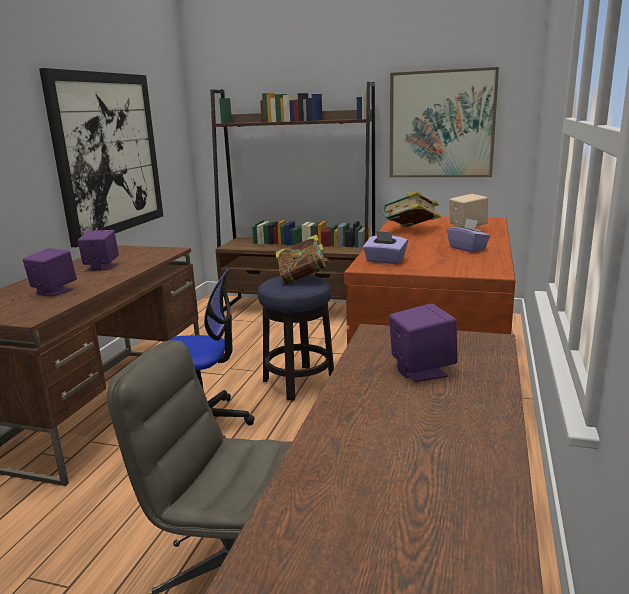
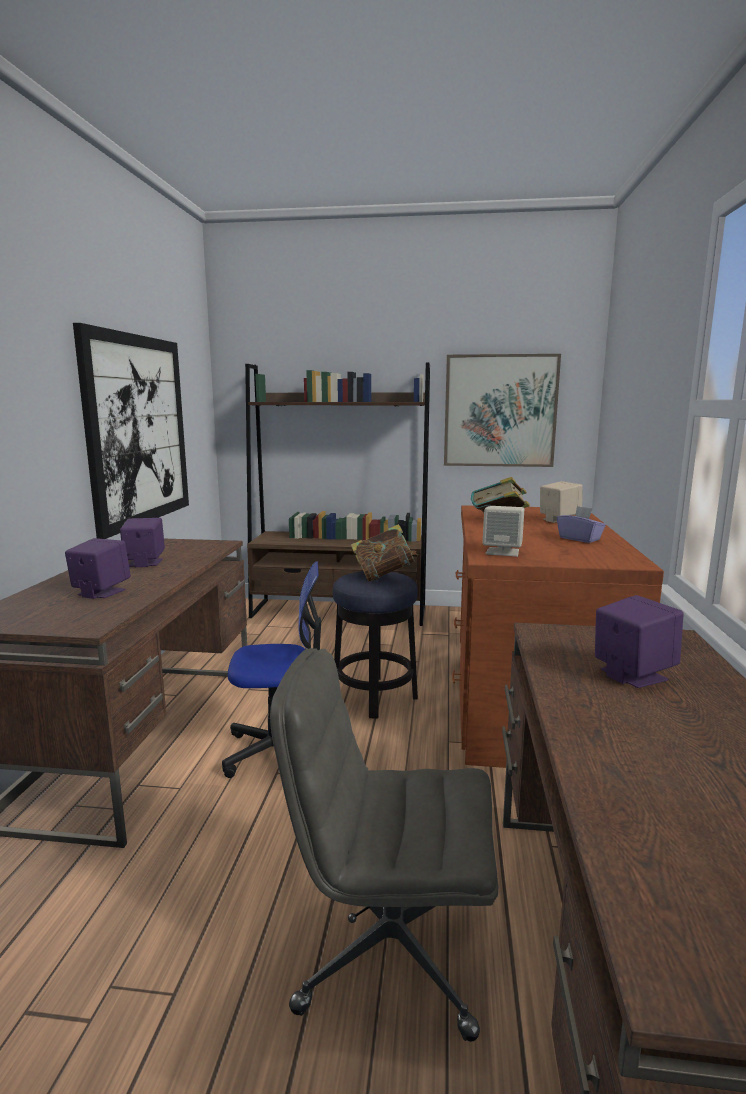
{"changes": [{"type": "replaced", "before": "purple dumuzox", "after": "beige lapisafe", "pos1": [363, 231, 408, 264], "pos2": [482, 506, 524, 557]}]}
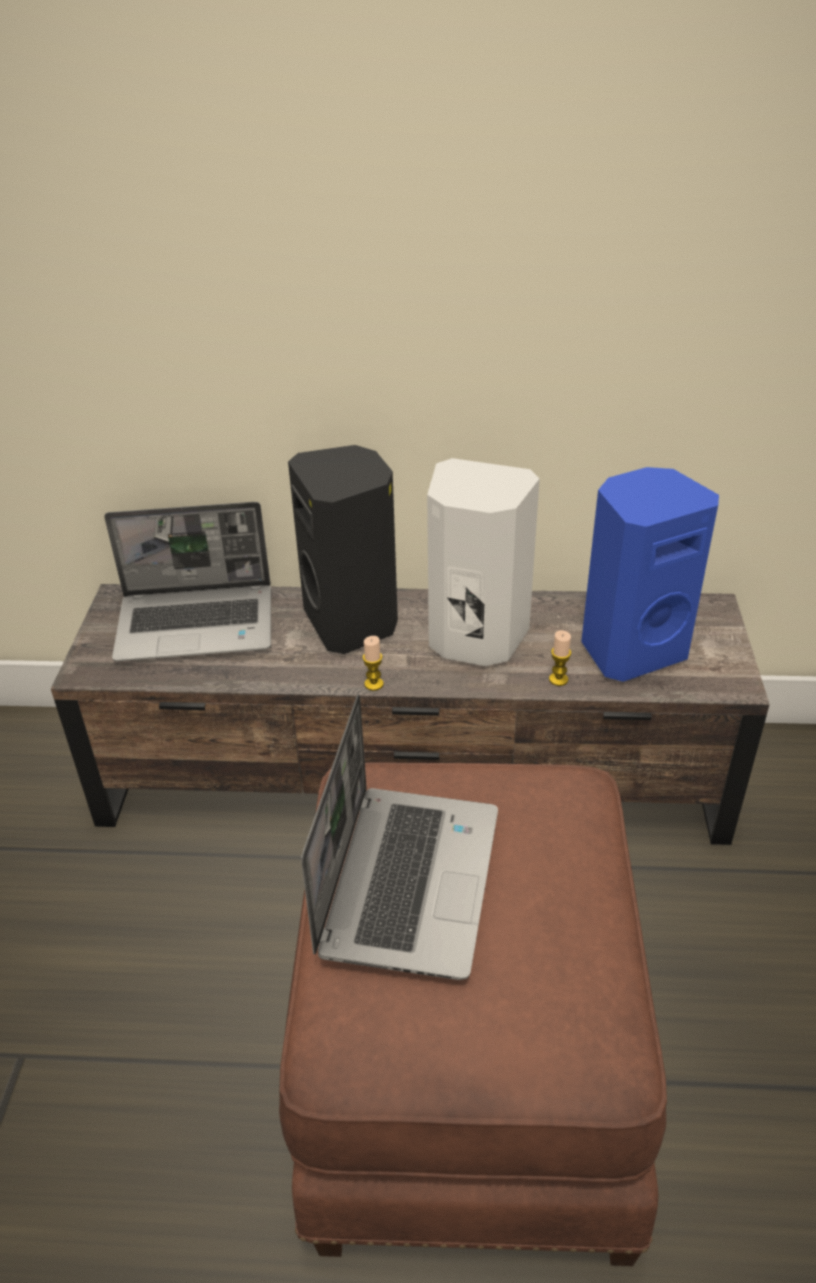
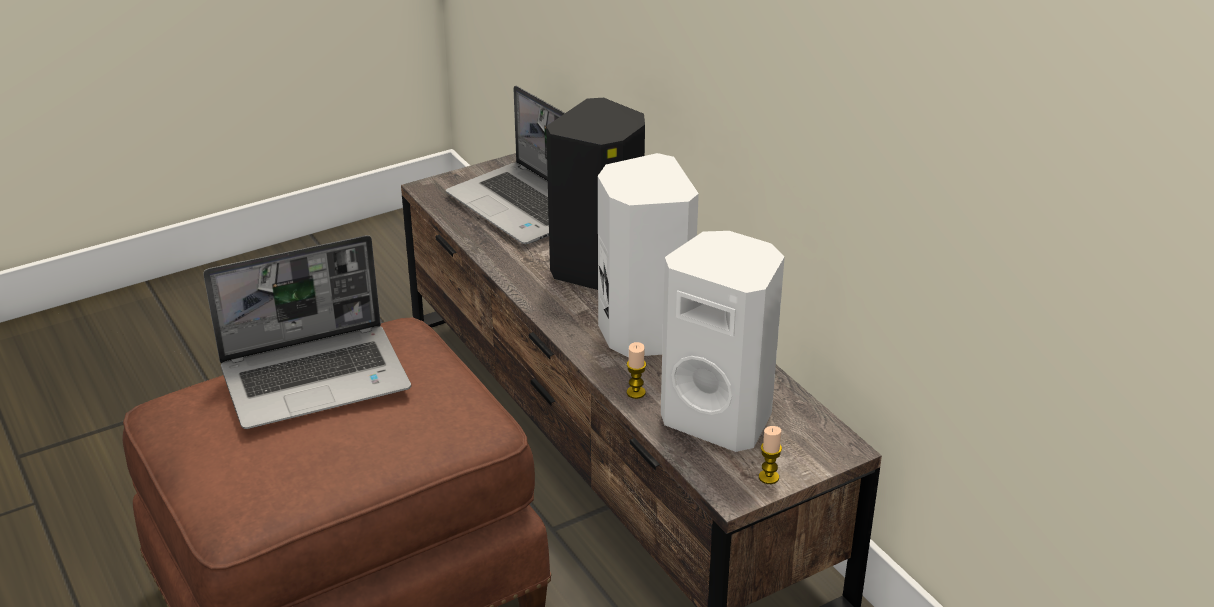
{"changes": [{"type": "recoloured", "before": "blue lapisafe", "after": "white lapisafe", "pos1": [581, 467, 719, 682], "pos2": [661, 231, 785, 452]}, {"type": "moved", "before": "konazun", "pos1": [363, 636, 384, 691], "pos2": [759, 426, 782, 484]}]}
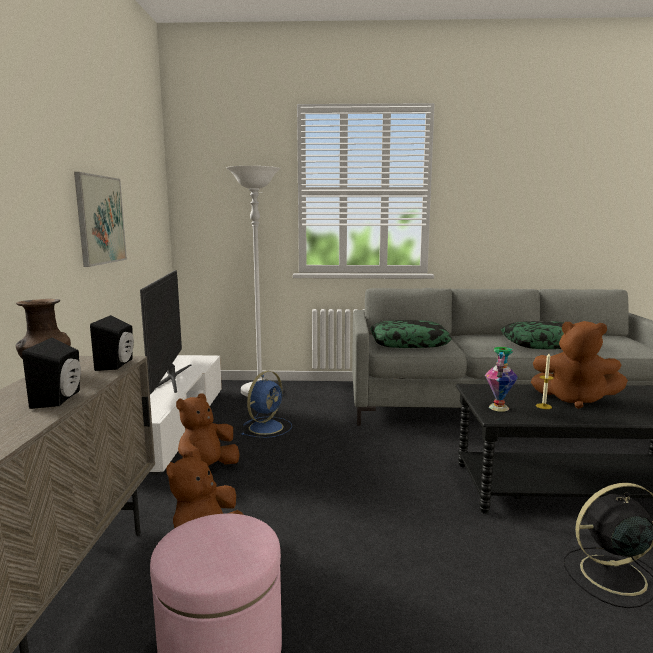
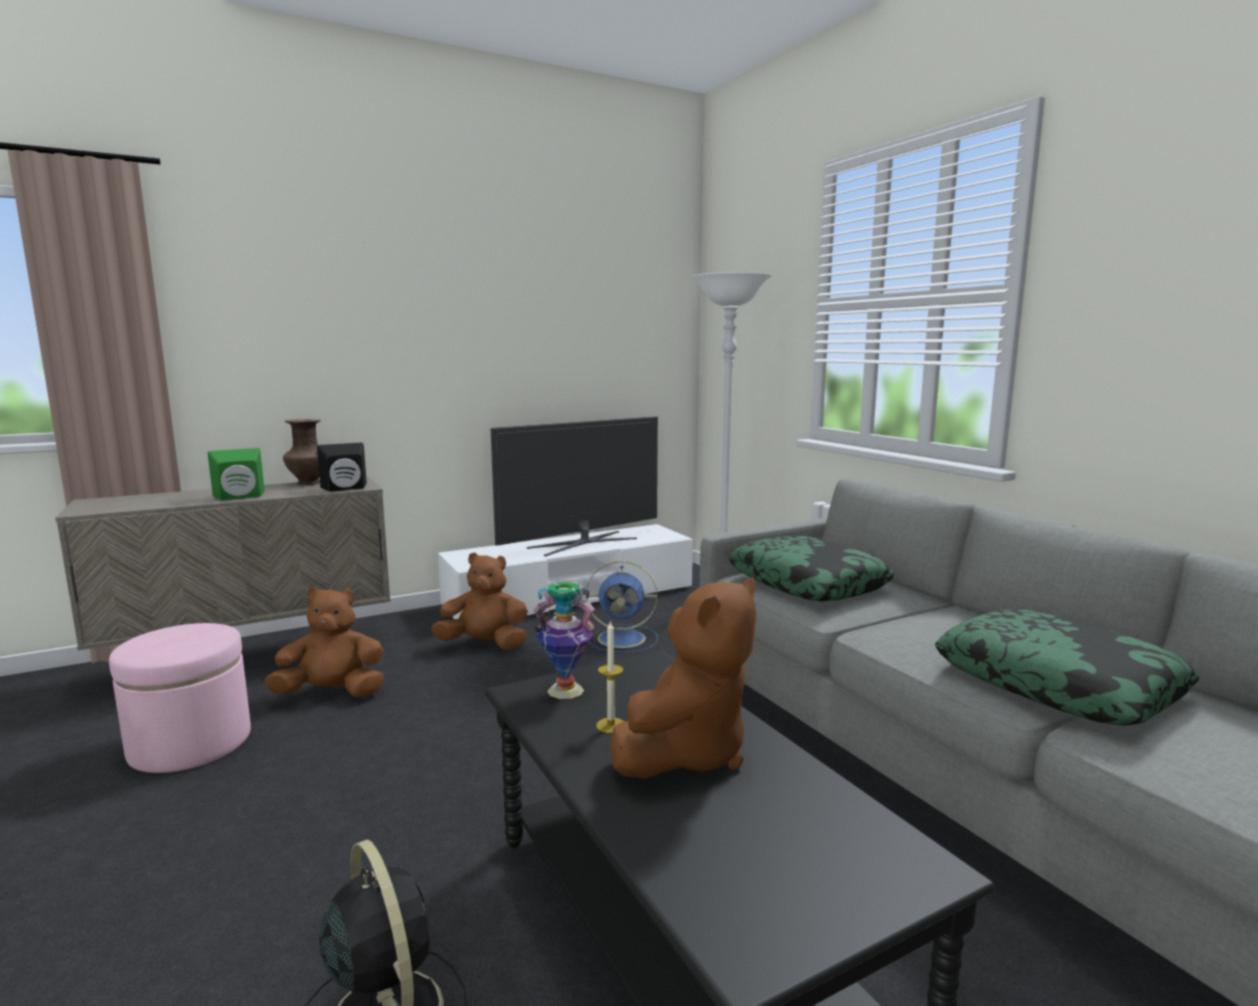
{"changes": [{"type": "recoloured", "before": "black lapisafe", "after": "green lapisafe", "pos1": [22, 338, 81, 409], "pos2": [208, 448, 265, 500]}, {"type": "turned", "before": "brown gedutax", "pos1": [531, 321, 628, 409], "pos2": [610, 578, 756, 779], "turn": -135}, {"type": "removed", "before": "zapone", "pos1": [74, 172, 127, 267]}]}
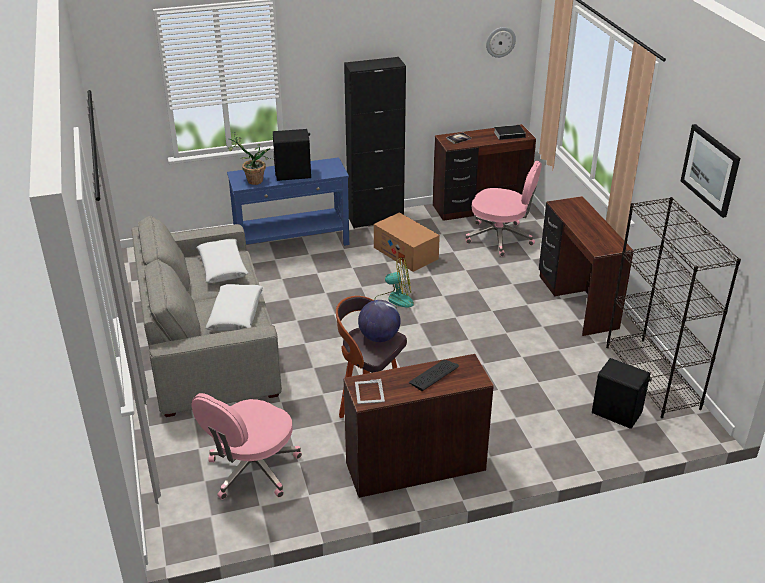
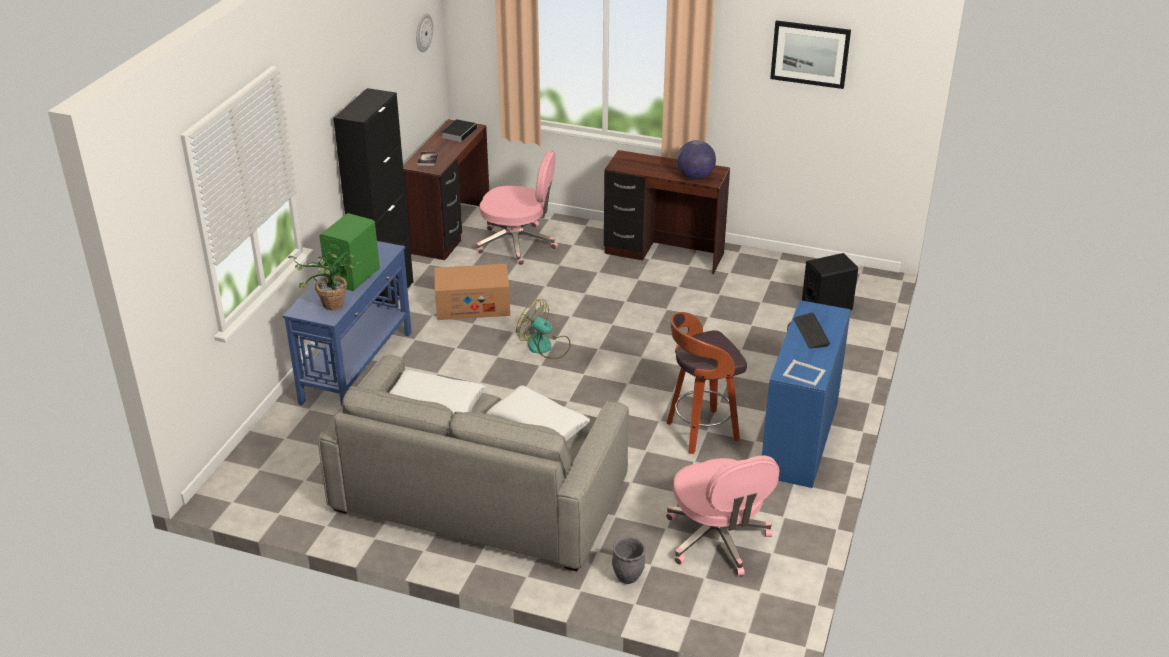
{"changes": [{"type": "recoloured", "before": "black lapisafe", "after": "green lapisafe", "pos1": [273, 129, 311, 181], "pos2": [319, 213, 380, 291]}, {"type": "turned", "before": "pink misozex", "pos1": [465, 160, 542, 256], "pos2": [477, 150, 558, 265], "turn": 45}, {"type": "turned", "before": "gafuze", "pos1": [374, 258, 414, 308], "pos2": [516, 299, 571, 359], "turn": -90}, {"type": "added", "after": "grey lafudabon", "pos2": [612, 537, 646, 584]}, {"type": "moved", "before": "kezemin", "pos1": [358, 300, 401, 342], "pos2": [677, 140, 716, 180]}, {"type": "recoloured", "before": "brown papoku", "after": "blue papoku", "pos1": [344, 354, 494, 498], "pos2": [762, 300, 851, 488]}, {"type": "removed", "before": "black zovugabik", "pos1": [606, 197, 741, 418]}]}
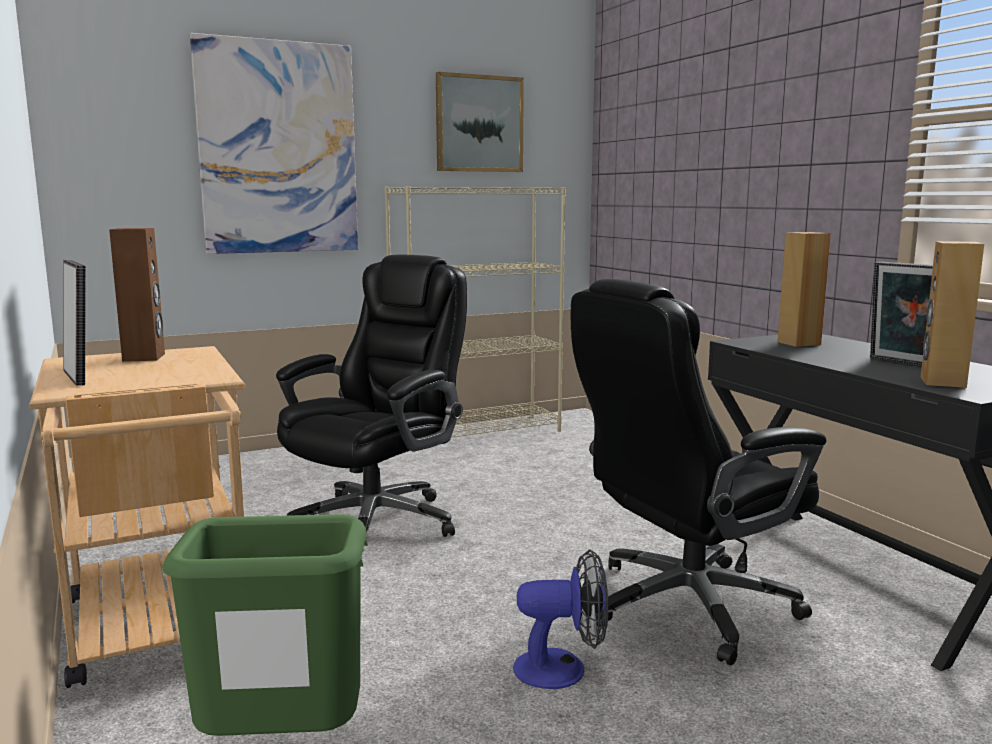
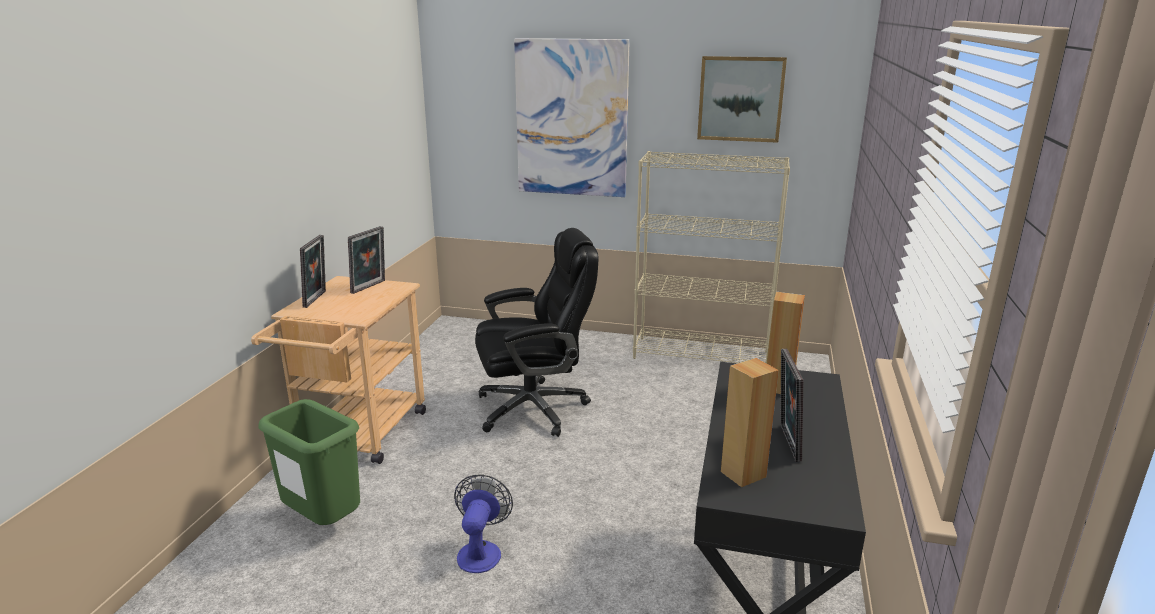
{"changes": [{"type": "replaced", "before": "brown lapisafe", "after": "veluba", "pos1": [109, 228, 165, 362], "pos2": [348, 226, 385, 294]}, {"type": "turned", "before": "gafuze", "pos1": [513, 549, 608, 689], "pos2": [454, 475, 513, 573], "turn": -120}, {"type": "removed", "before": "black misozex", "pos1": [571, 279, 827, 665]}]}
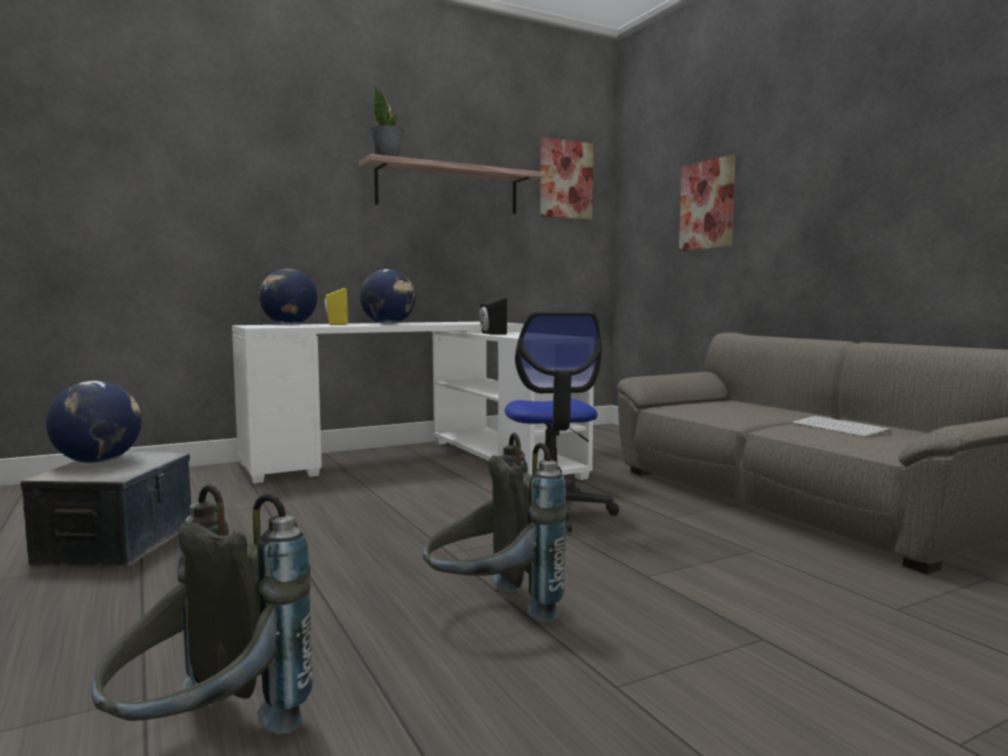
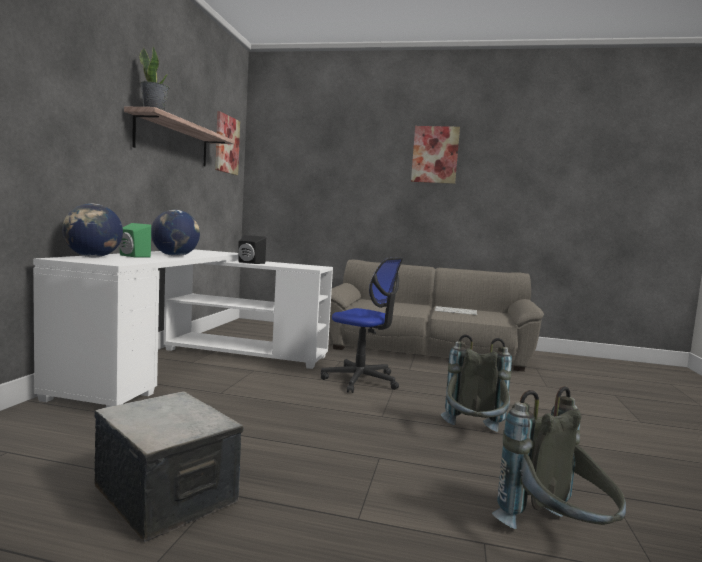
{"changes": [{"type": "recoloured", "before": "yellow lapisafe", "after": "green lapisafe", "pos1": [325, 288, 348, 325], "pos2": [119, 223, 151, 258]}, {"type": "moved", "before": "zapone", "pos1": [679, 155, 735, 251], "pos2": [411, 126, 460, 184]}, {"type": "removed", "before": "kezemin", "pos1": [46, 381, 142, 463]}]}
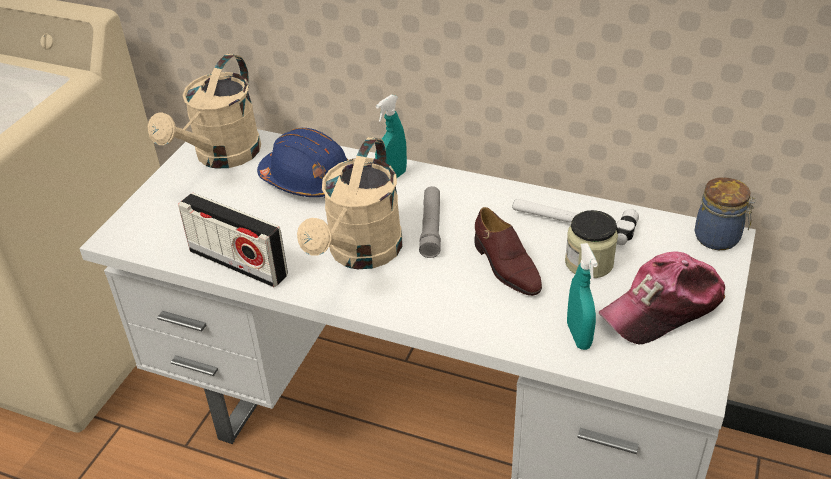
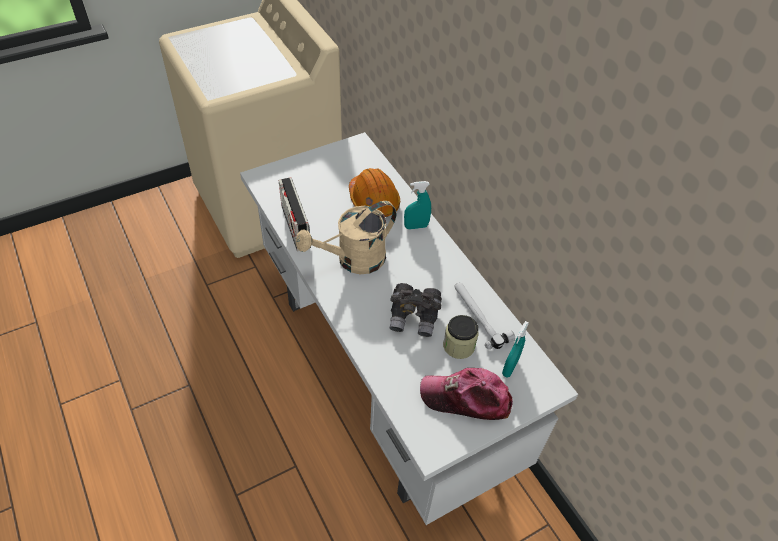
{"changes": [{"type": "recoloured", "before": "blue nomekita", "after": "orange nomekita", "pos1": [257, 128, 348, 197], "pos2": [349, 168, 400, 217]}, {"type": "replaced", "before": "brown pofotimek", "after": "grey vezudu", "pos1": [474, 207, 542, 296], "pos2": [390, 283, 442, 337]}, {"type": "moved", "before": "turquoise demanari", "pos1": [567, 243, 598, 350], "pos2": [502, 321, 529, 377]}, {"type": "removed", "before": "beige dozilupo", "pos1": [148, 54, 261, 168]}, {"type": "removed", "before": "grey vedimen", "pos1": [419, 186, 441, 258]}, {"type": "removed", "before": "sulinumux", "pos1": [695, 177, 756, 250]}]}
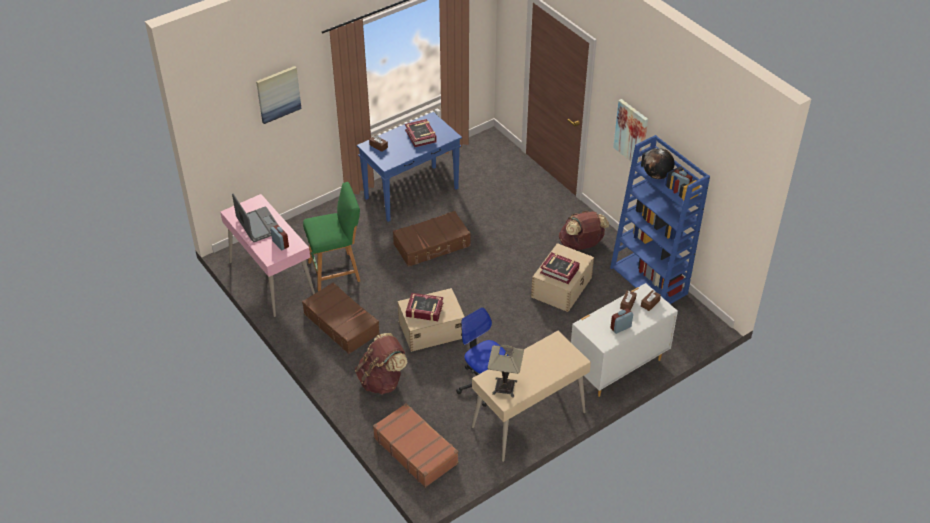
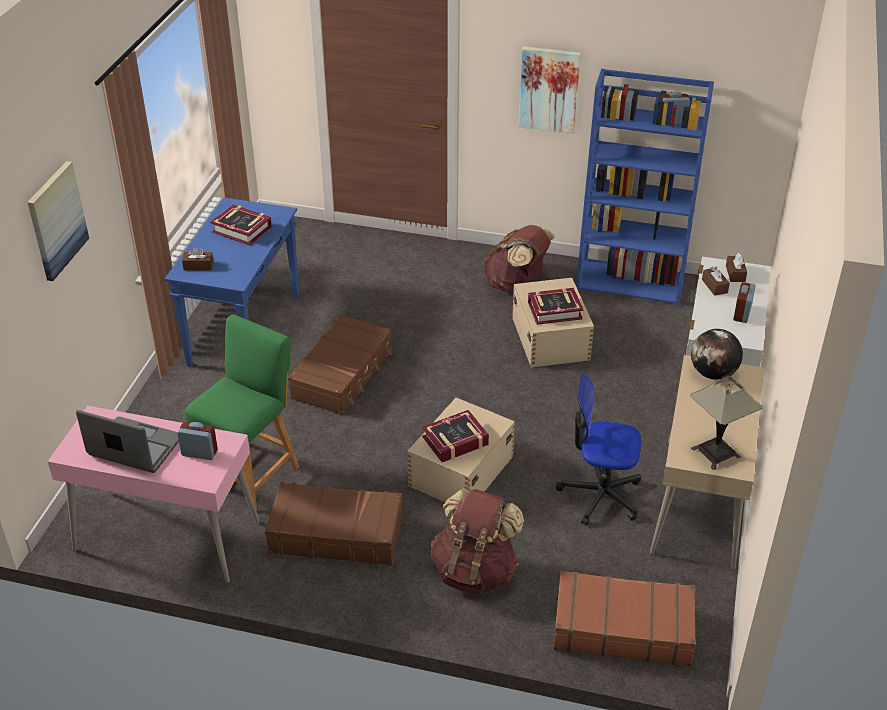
{"changes": [{"type": "moved", "before": "kezemin", "pos1": [644, 149, 675, 179], "pos2": [691, 329, 743, 380]}]}
